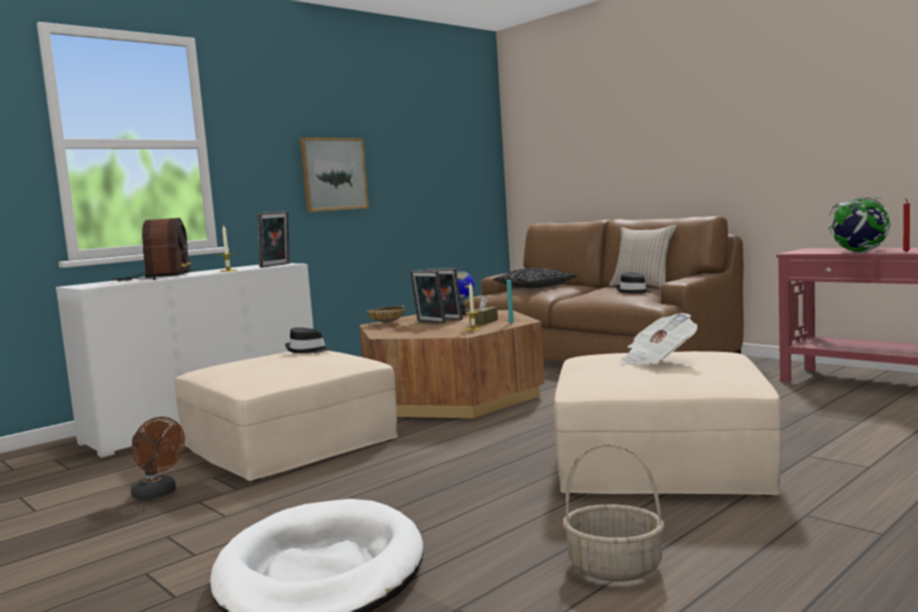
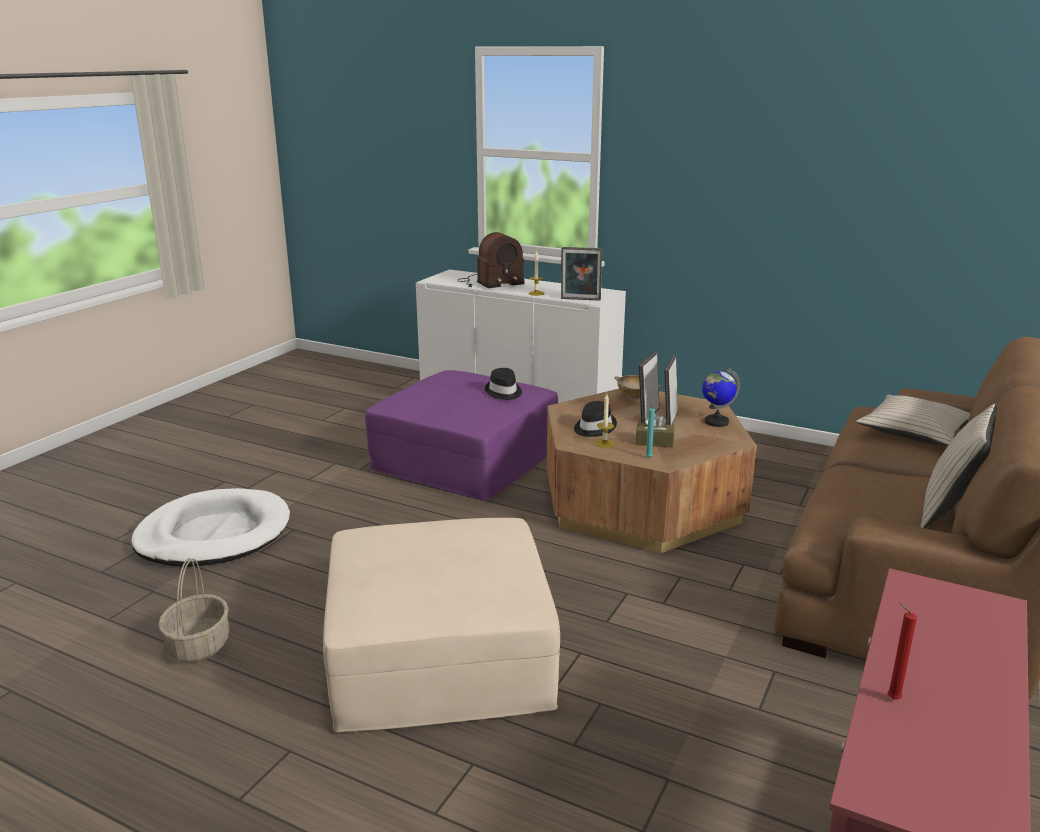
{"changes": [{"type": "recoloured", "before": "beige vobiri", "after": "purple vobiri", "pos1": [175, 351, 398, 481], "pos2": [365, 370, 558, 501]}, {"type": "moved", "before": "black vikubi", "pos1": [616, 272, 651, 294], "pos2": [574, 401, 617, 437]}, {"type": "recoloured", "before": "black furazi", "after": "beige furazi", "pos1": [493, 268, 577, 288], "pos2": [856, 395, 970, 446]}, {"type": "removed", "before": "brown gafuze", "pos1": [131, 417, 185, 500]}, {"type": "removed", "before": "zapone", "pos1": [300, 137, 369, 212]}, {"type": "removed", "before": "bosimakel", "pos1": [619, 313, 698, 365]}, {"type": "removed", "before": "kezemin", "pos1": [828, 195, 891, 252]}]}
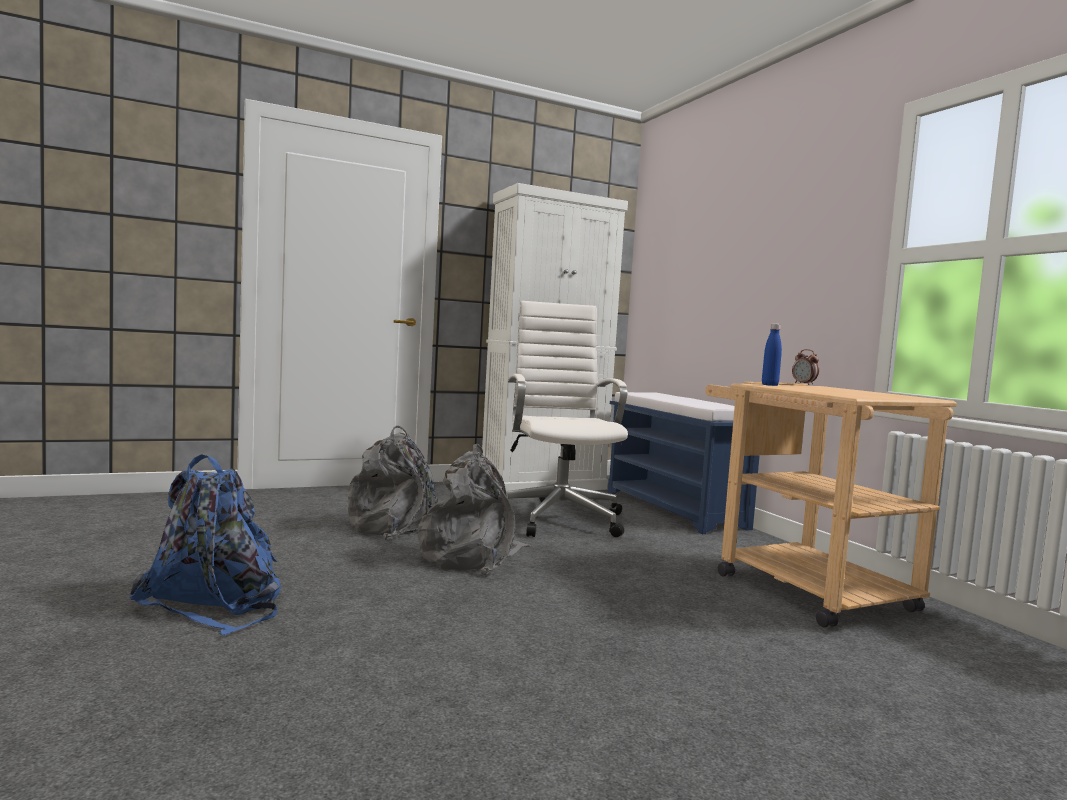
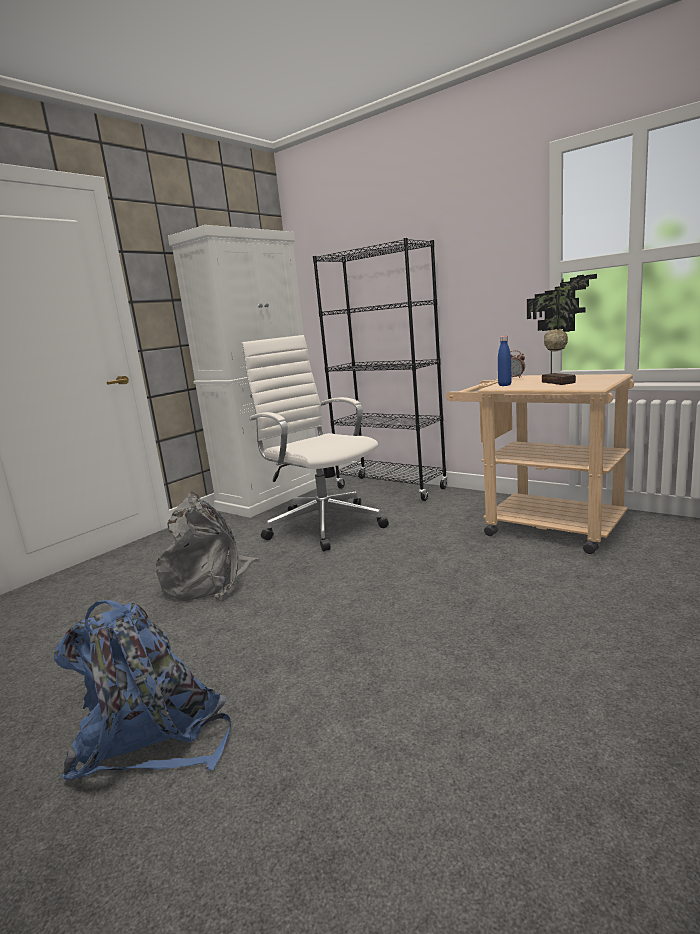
{"changes": [{"type": "replaced", "before": "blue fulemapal", "after": "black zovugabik", "pos1": [608, 392, 760, 534], "pos2": [313, 238, 447, 501]}, {"type": "added", "after": "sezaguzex", "pos2": [527, 274, 597, 385]}, {"type": "removed", "before": "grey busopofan", "pos1": [418, 444, 531, 575]}]}
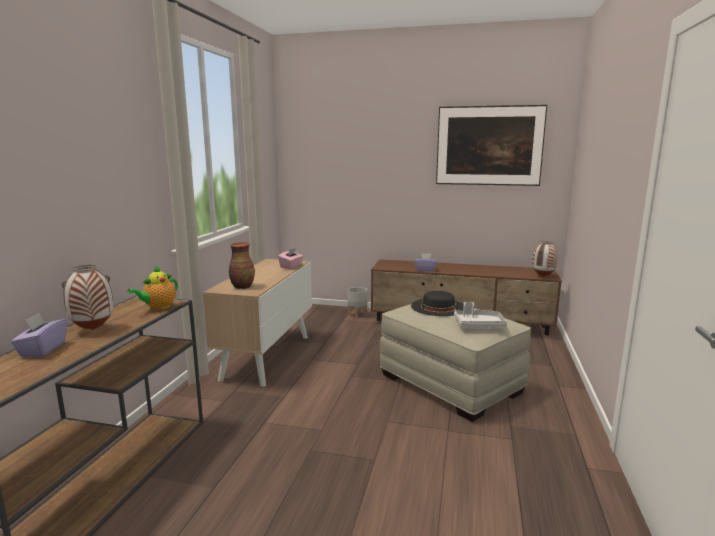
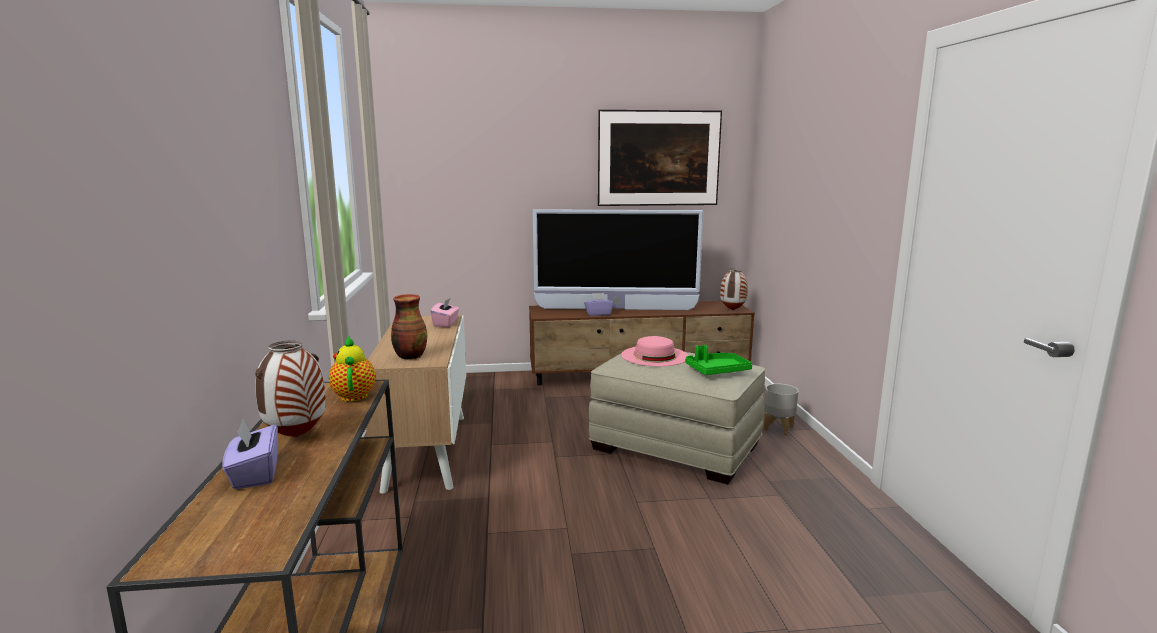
{"changes": [{"type": "turned", "before": "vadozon", "pos1": [127, 265, 178, 310], "pos2": [329, 336, 376, 402], "turn": 150}, {"type": "added", "after": "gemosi", "pos2": [533, 209, 704, 310]}, {"type": "recoloured", "before": "black vikubi", "after": "pink vikubi", "pos1": [411, 291, 464, 316], "pos2": [621, 336, 688, 366]}, {"type": "recoloured", "before": "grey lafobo", "after": "green lafobo", "pos1": [454, 302, 507, 327], "pos2": [685, 345, 752, 375]}, {"type": "moved", "before": "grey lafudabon", "pos1": [348, 287, 367, 319], "pos2": [764, 383, 799, 436]}]}
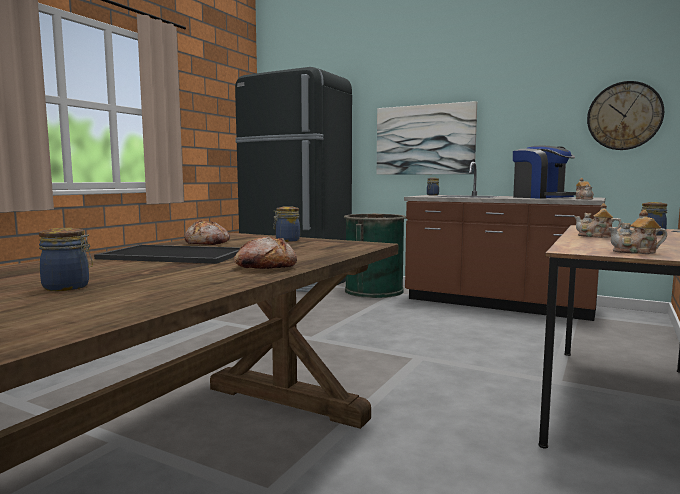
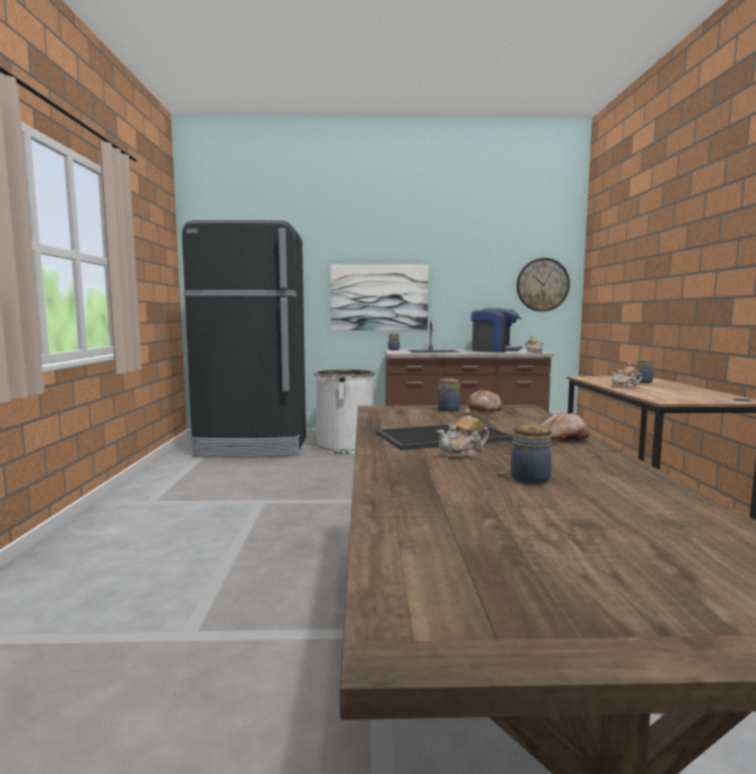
{"changes": [{"type": "recoloured", "before": "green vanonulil", "after": "white vanonulil", "pos1": [344, 213, 406, 298], "pos2": [314, 369, 375, 454]}, {"type": "moved", "before": "vadozon", "pos1": [609, 210, 667, 254], "pos2": [437, 408, 489, 459]}, {"type": "moved", "before": "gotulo", "pos1": [184, 220, 230, 245], "pos2": [467, 390, 502, 411]}]}
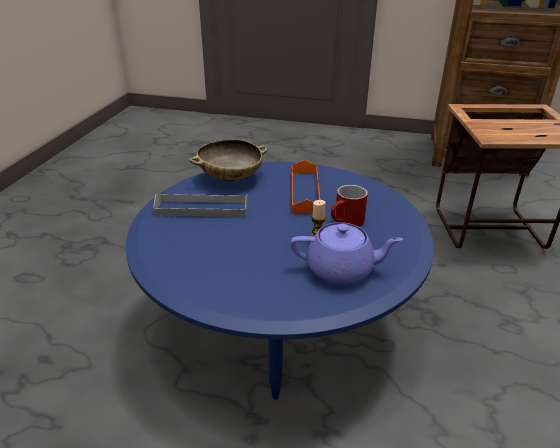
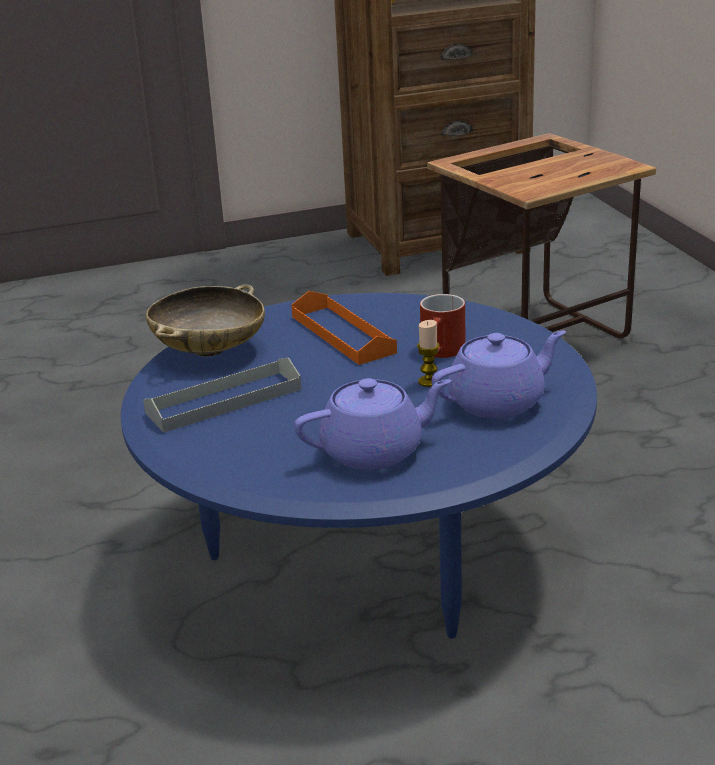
{"changes": [{"type": "added", "after": "purple vadozon", "pos2": [294, 378, 451, 470]}]}
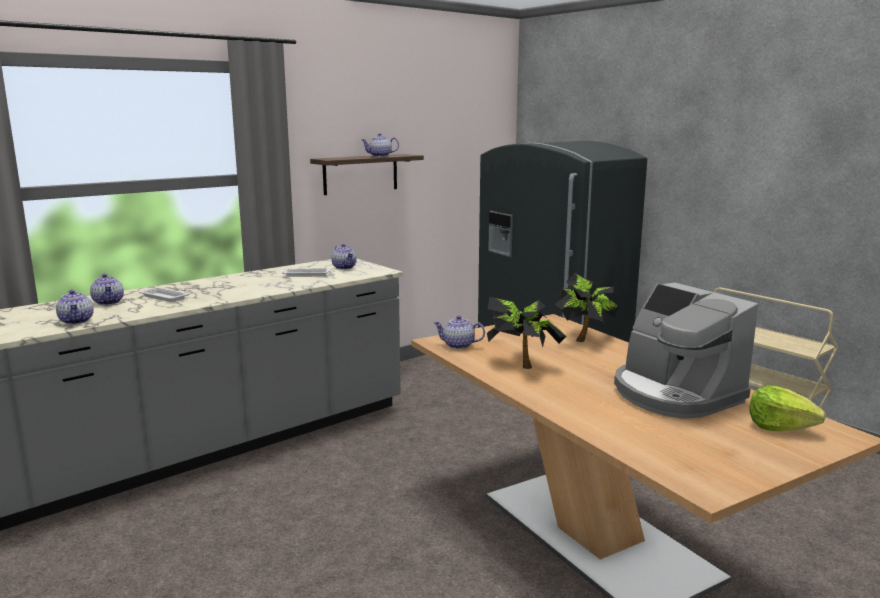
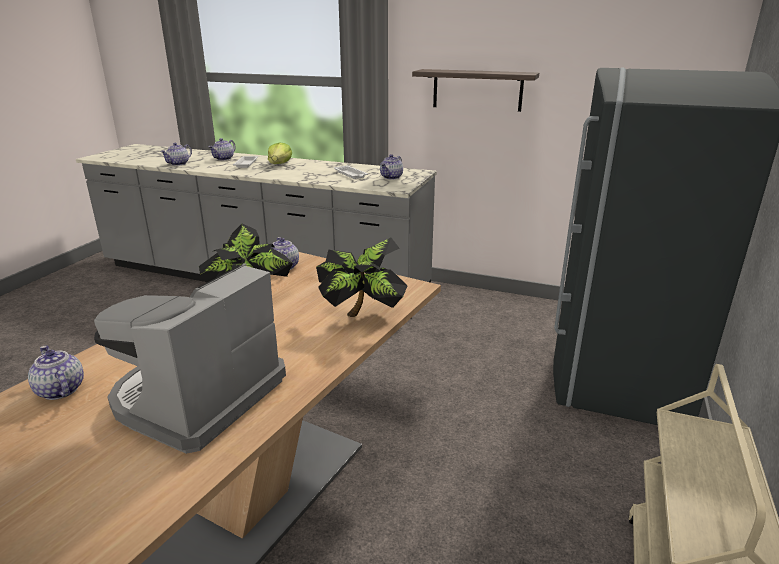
{"changes": [{"type": "moved", "before": "vadozon", "pos1": [362, 133, 399, 157], "pos2": [28, 345, 84, 400]}, {"type": "moved", "before": "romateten", "pos1": [750, 385, 826, 432], "pos2": [268, 142, 292, 164]}]}
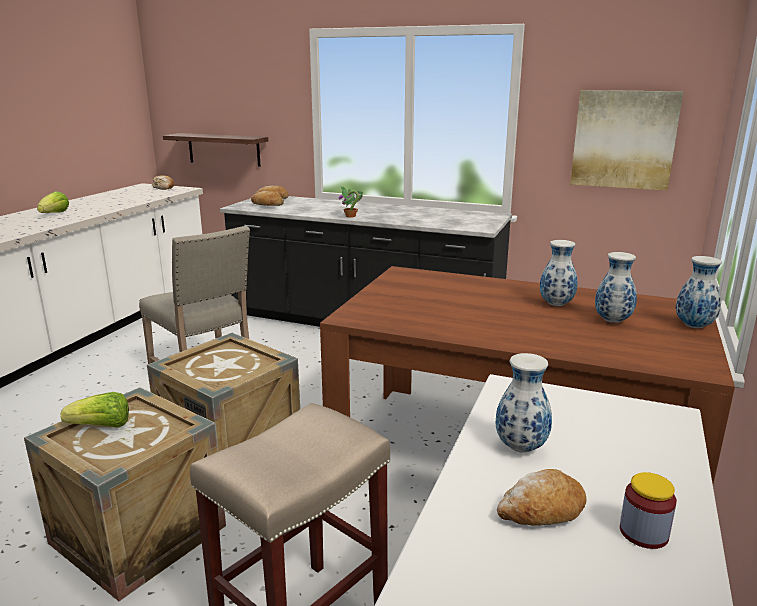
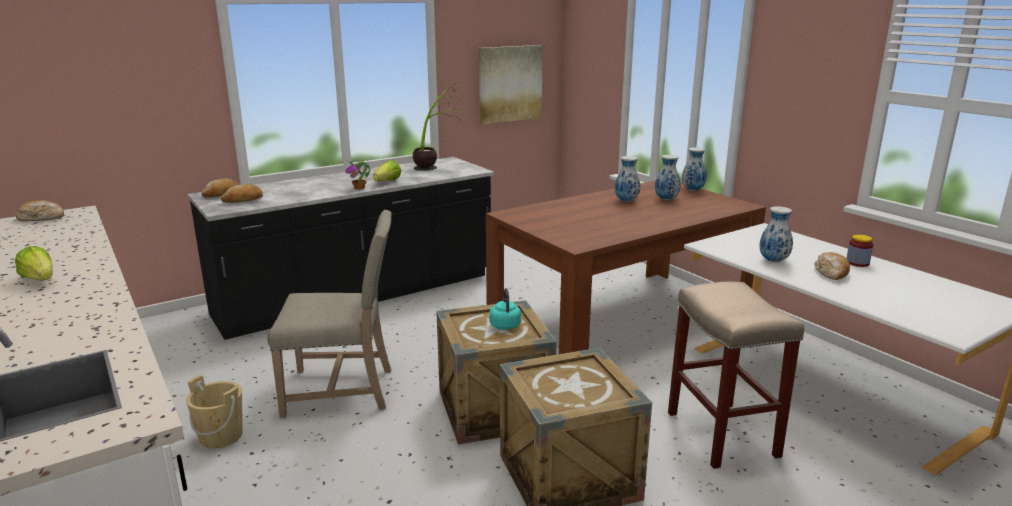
{"changes": [{"type": "added", "after": "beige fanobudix", "pos2": [186, 375, 243, 448]}, {"type": "moved", "before": "romateten", "pos1": [60, 392, 129, 427], "pos2": [373, 160, 401, 182]}, {"type": "added", "after": "sezaguzex", "pos2": [413, 82, 465, 171]}, {"type": "added", "after": "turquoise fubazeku", "pos2": [489, 288, 521, 330]}, {"type": "removed", "before": "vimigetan", "pos1": [163, 133, 268, 167]}]}
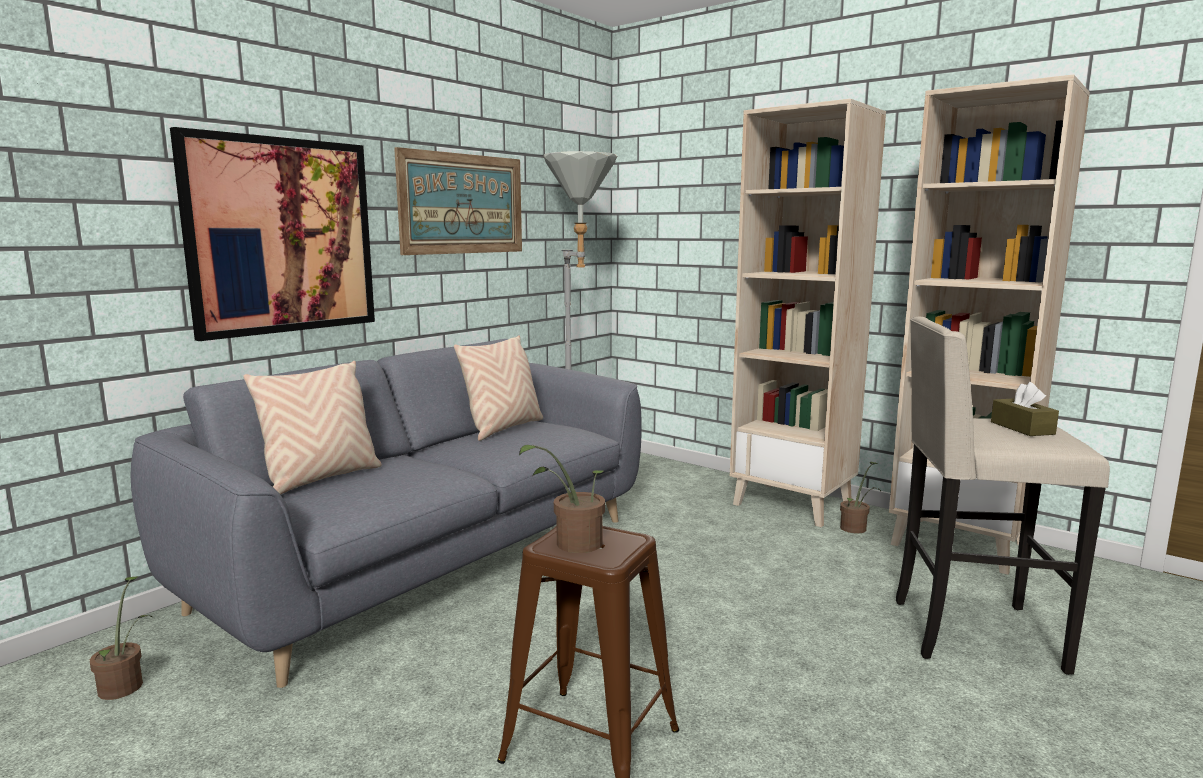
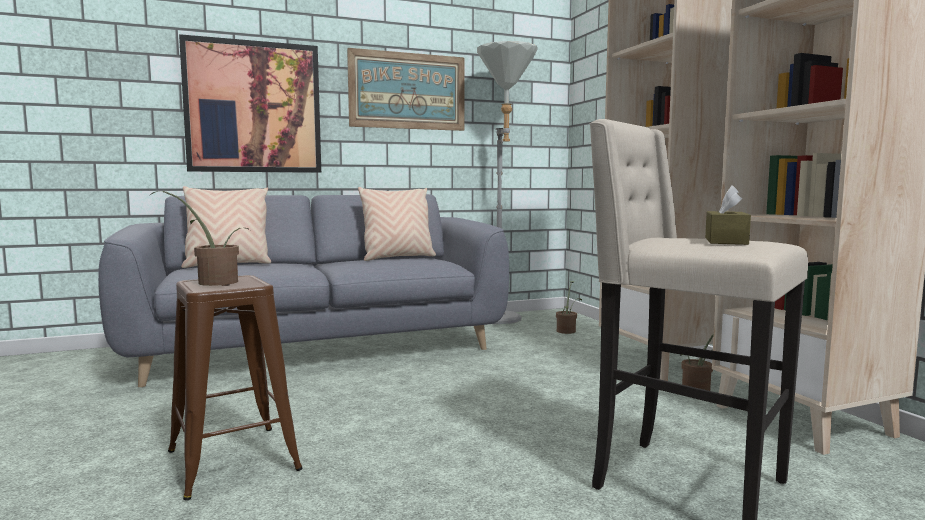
{"changes": [{"type": "moved", "before": "sezaguzex", "pos1": [90, 576, 152, 700], "pos2": [556, 281, 582, 334]}]}
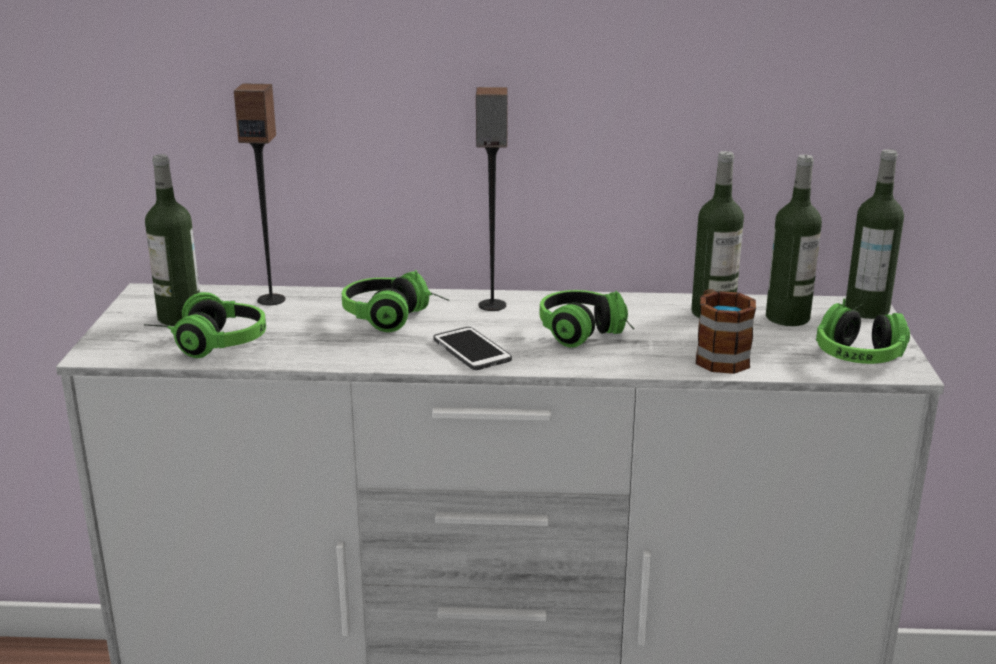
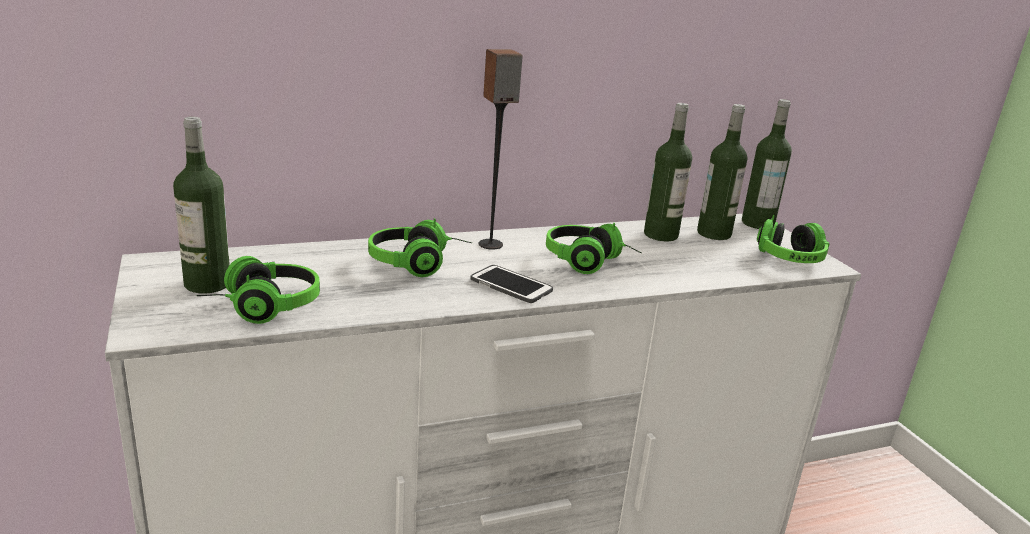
{"changes": [{"type": "removed", "before": "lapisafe", "pos1": [234, 84, 285, 306]}, {"type": "removed", "before": "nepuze", "pos1": [696, 289, 756, 374]}]}
